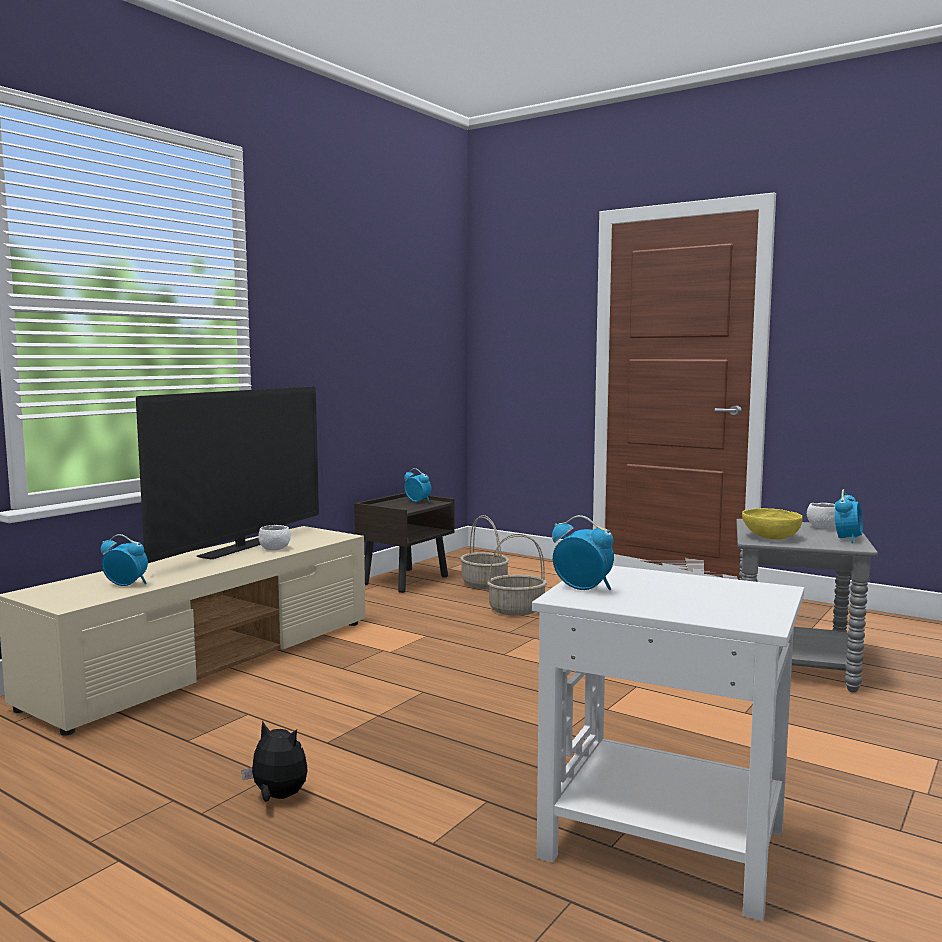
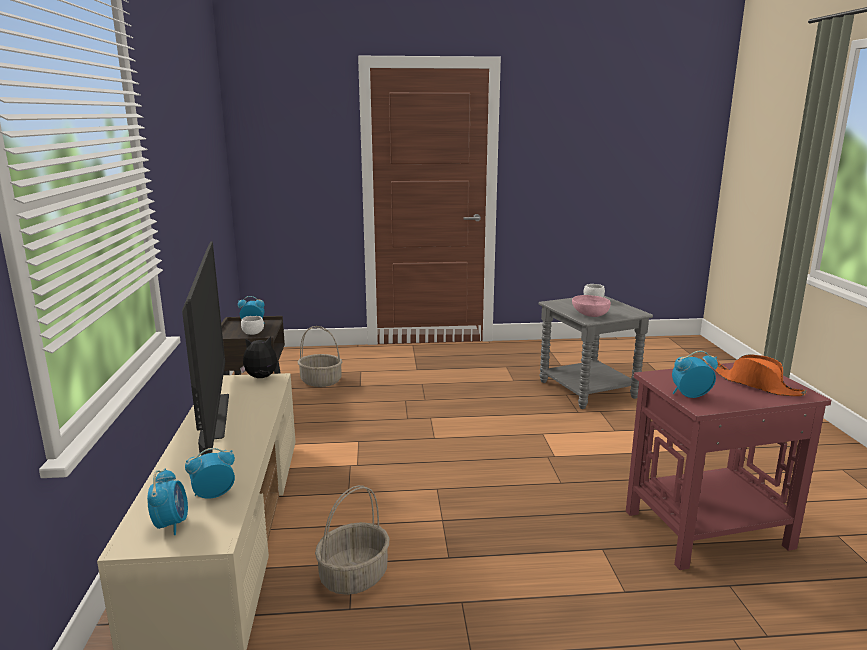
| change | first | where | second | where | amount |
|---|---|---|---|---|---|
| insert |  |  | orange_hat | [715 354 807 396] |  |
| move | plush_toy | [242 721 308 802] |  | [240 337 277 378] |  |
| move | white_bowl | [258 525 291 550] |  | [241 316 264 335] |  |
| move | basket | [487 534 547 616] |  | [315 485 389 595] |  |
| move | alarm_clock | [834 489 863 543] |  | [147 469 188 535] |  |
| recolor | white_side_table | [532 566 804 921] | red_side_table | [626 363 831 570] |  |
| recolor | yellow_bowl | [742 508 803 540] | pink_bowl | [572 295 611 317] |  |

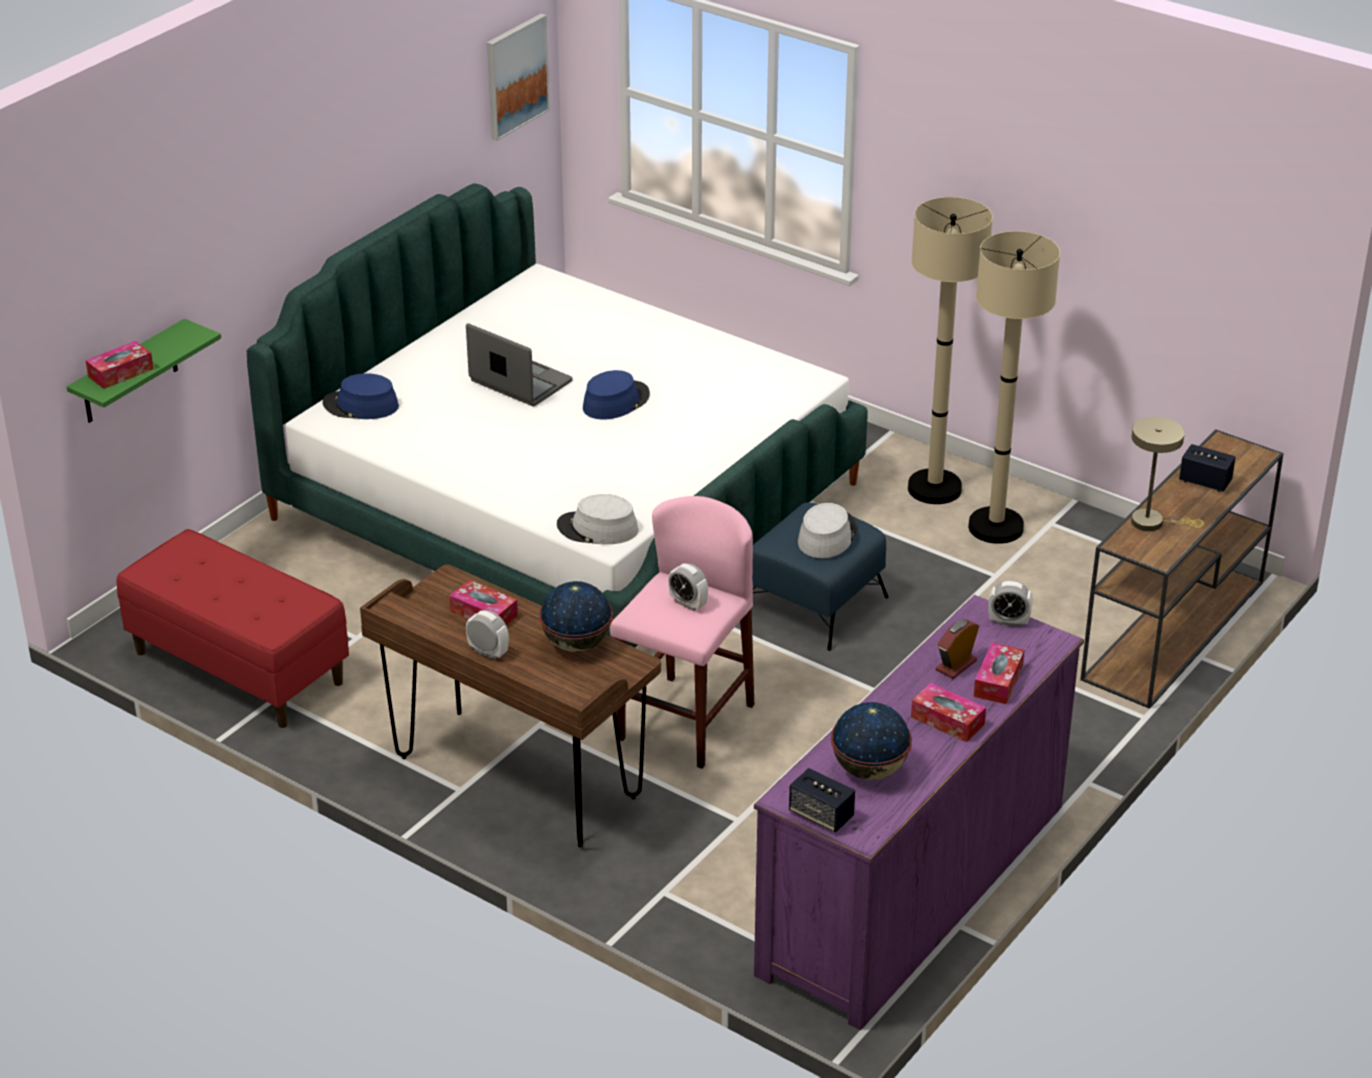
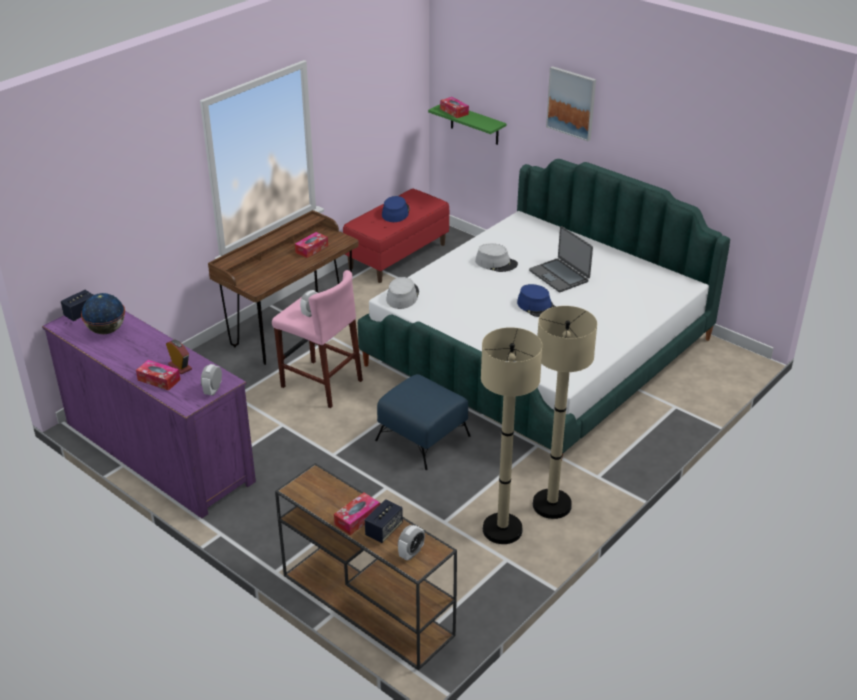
| change | first | where | second | where | amount |
|---|---|---|---|---|---|
| delete | globe | [539 581 613 652] |  |  |  |
| delete | beige_table_lamp | [1131 417 1204 531] |  |  |  |
| move | blue_hat | [322 373 399 419] |  | [382 196 410 222] |  |
| move | alarm_clock | [466 610 509 660] |  | [398 525 425 561] |  |
| move | picture | [487 14 550 141] |  | [546 66 596 141] |  |
| move | grey_hat | [798 503 857 558] |  | [475 243 518 272] |  |
| move | tissue_box | [911 683 986 742] |  | [334 492 380 535] |  |
| rotate | laptop | [466 323 572 406] |  | [529 226 593 292] | 105 degrees clockwise |

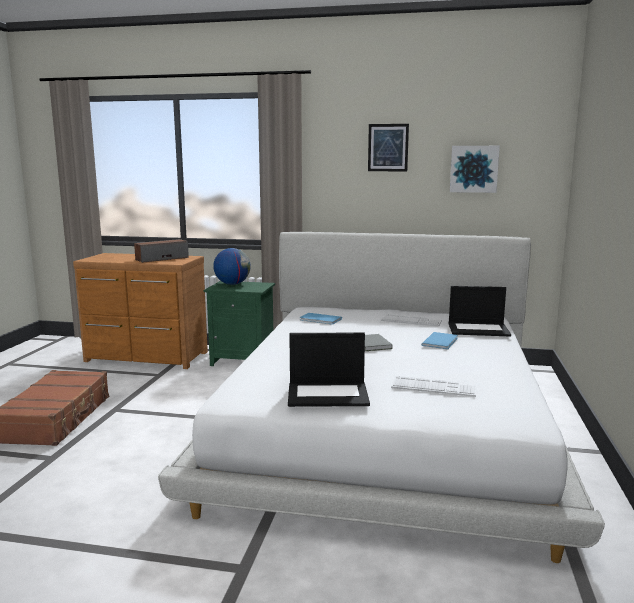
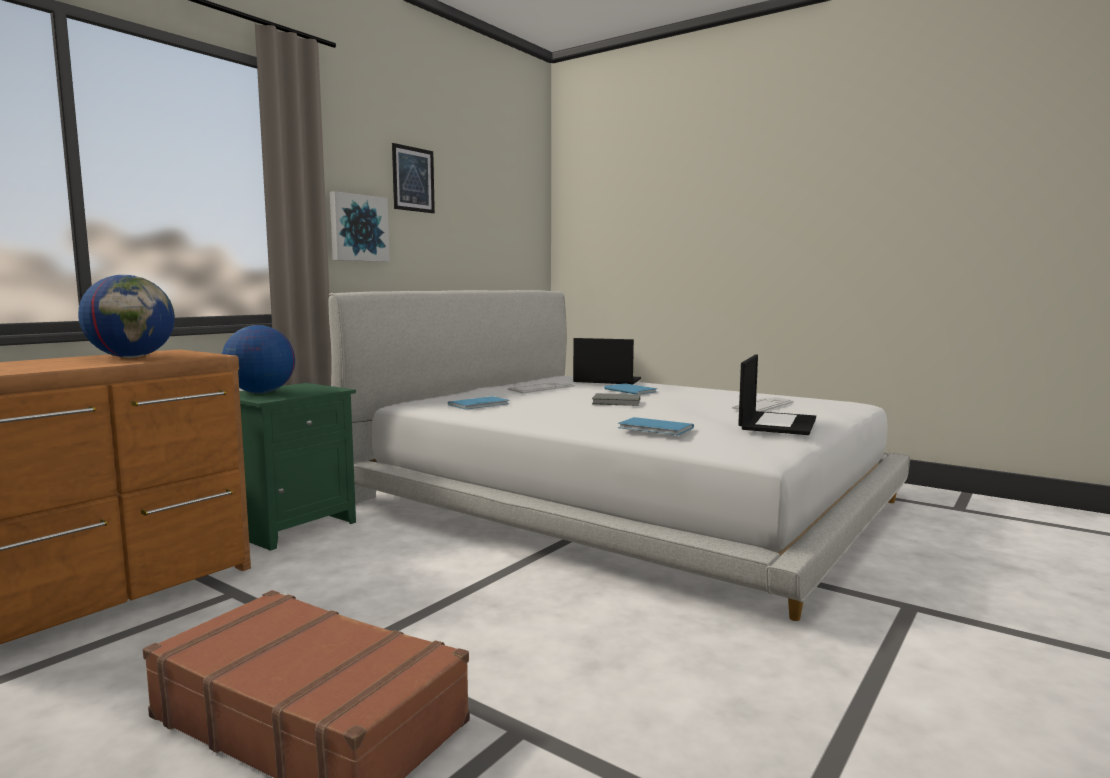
| change | first | where | second | where | amount |
|---|---|---|---|---|---|
| insert |  |  | blue_book | [618 417 694 435] |  |
| move | picture | [450 146 500 193] |  | [330 191 390 262] |  |
| replace | speaker | [134 239 189 263] | globe | [78 275 175 358] |  |
| rotate | laptop | [448 286 511 337] |  | [573 338 641 385] | 105 degrees counterclockwise |

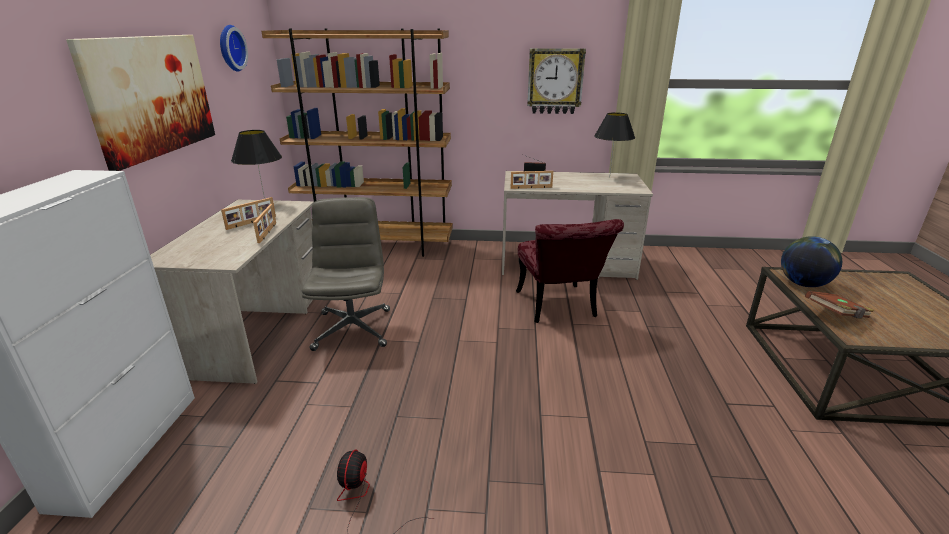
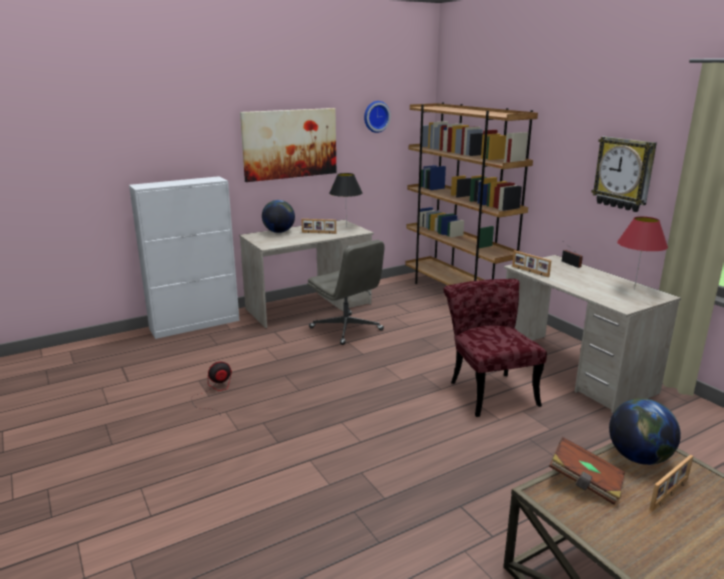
| change | first | where | second | where | amount |
|---|---|---|---|---|---|
| insert |  |  | globe | [262 200 295 233] |  |
| move | picture_frame | [253 204 276 243] |  | [650 454 693 511] |  |
| recolor | black_table_lamp | [594 112 635 178] | red_table_lamp | [617 216 668 290] |  |
| rotate | grey_office_chair | [302 197 390 351] |  | [307 240 384 345] | 90 degrees clockwise |
| rotate | red_chair | [516 219 624 323] |  | [443 279 547 417] | 120 degrees clockwise |

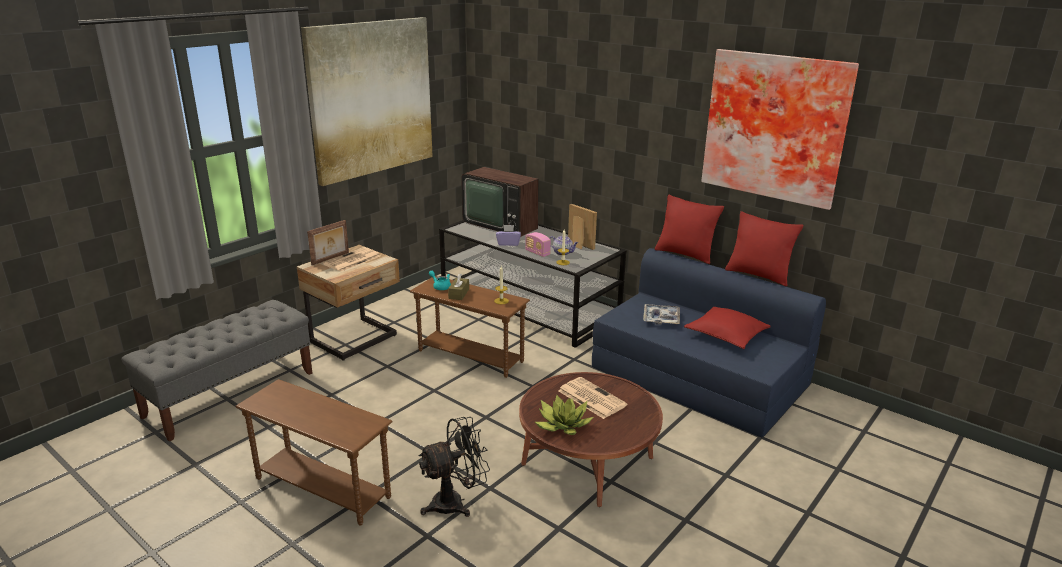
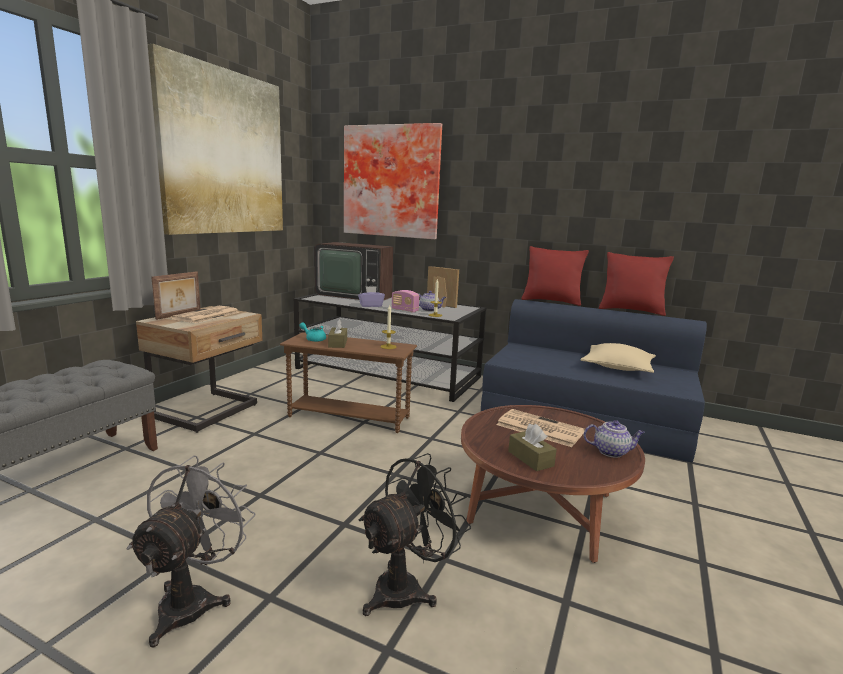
| change | first | where | second | where | amount |
|---|---|---|---|---|---|
| delete | tray | [643 304 680 325] |  |  |  |
| insert |  |  | teapot | [584 420 645 458] |  |
| move | picture | [701 49 859 210] |  | [344 123 442 239] |  |
| replace | brown_side_table | [236 379 393 526] | grey_fan | [126 455 255 647] |  |
| replace | potted_plant | [535 395 594 435] | brown_tissue_box | [508 424 557 471] |  |
| recolor | red_pillow | [684 307 771 349] | beige_pillow | [581 343 656 373] |  |

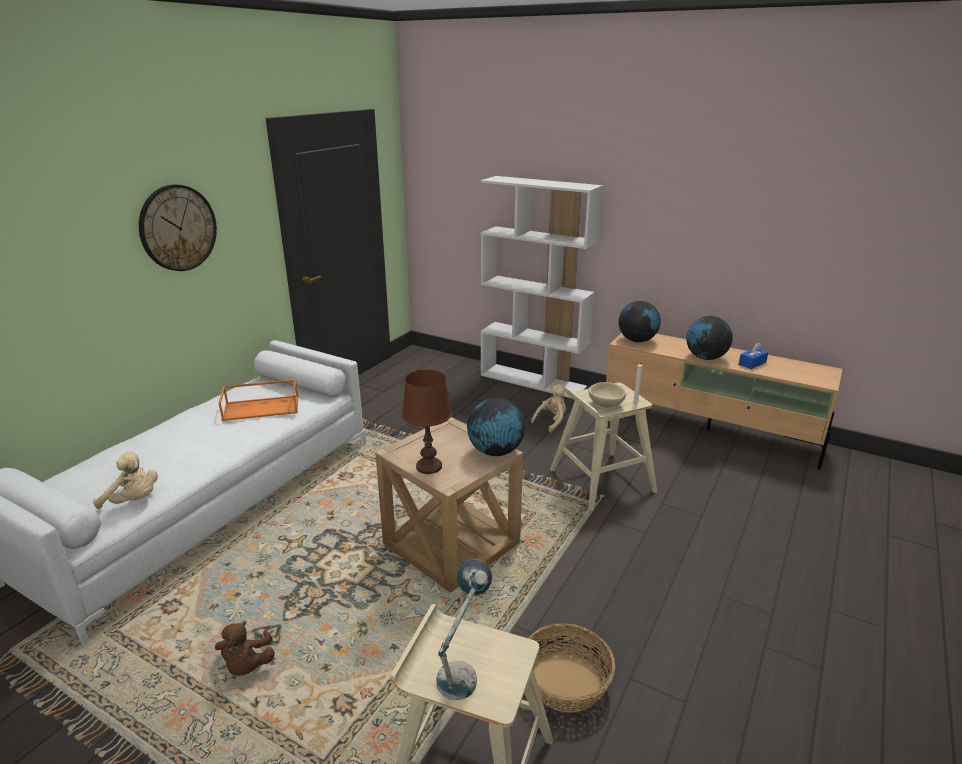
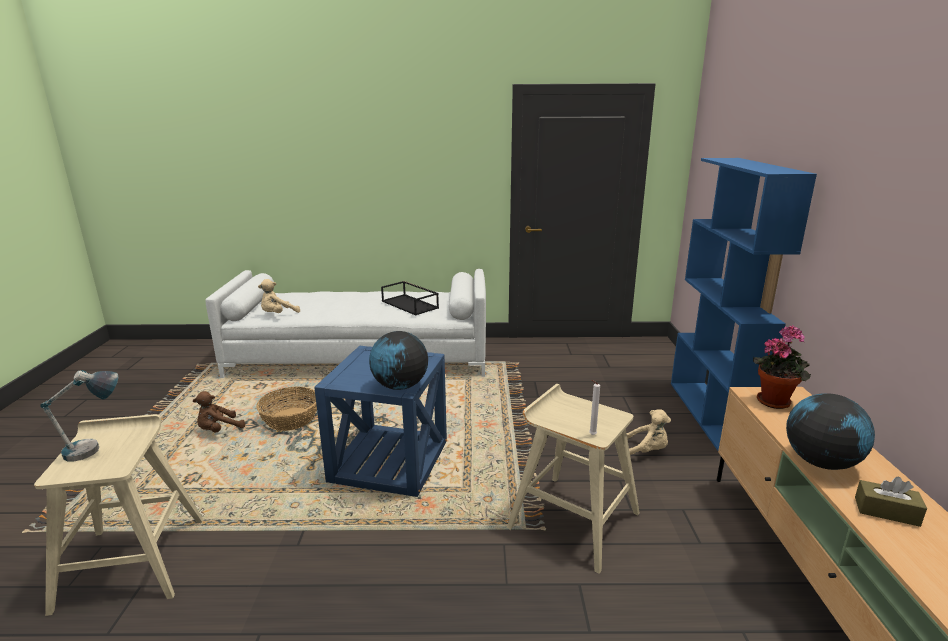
| change | first | where | second | where | amount |
|---|---|---|---|---|---|
| delete | wall_clock | [139 184 217 271] |  |  |  |
| delete | brown_table_lamp | [402 370 452 474] |  |  |  |
| delete | beige_bowl | [589 382 626 408] |  |  |  |
| move | basket | [528 623 615 713] |  | [256 387 317 431] |  |
| replace | globe | [618 301 661 342] | potted_plant | [753 325 811 409] |  |
| recolor | orange_tray | [218 379 299 421] | black_tray | [381 281 439 315] |  |
| recolor | beige_side_table | [375 417 523 593] | blue_side_table | [314 346 447 497] |  |
| recolor | white_bookcase | [481 176 603 399] | blue_bookcase | [671 158 817 451] |  |
| recolor | blue_tissue_box | [739 343 768 369] | brown_tissue_box | [855 477 927 527] |  |
| rotate | beige_plush_toy | [93 452 158 509] |  | [258 279 300 313] | 60 degrees clockwise |

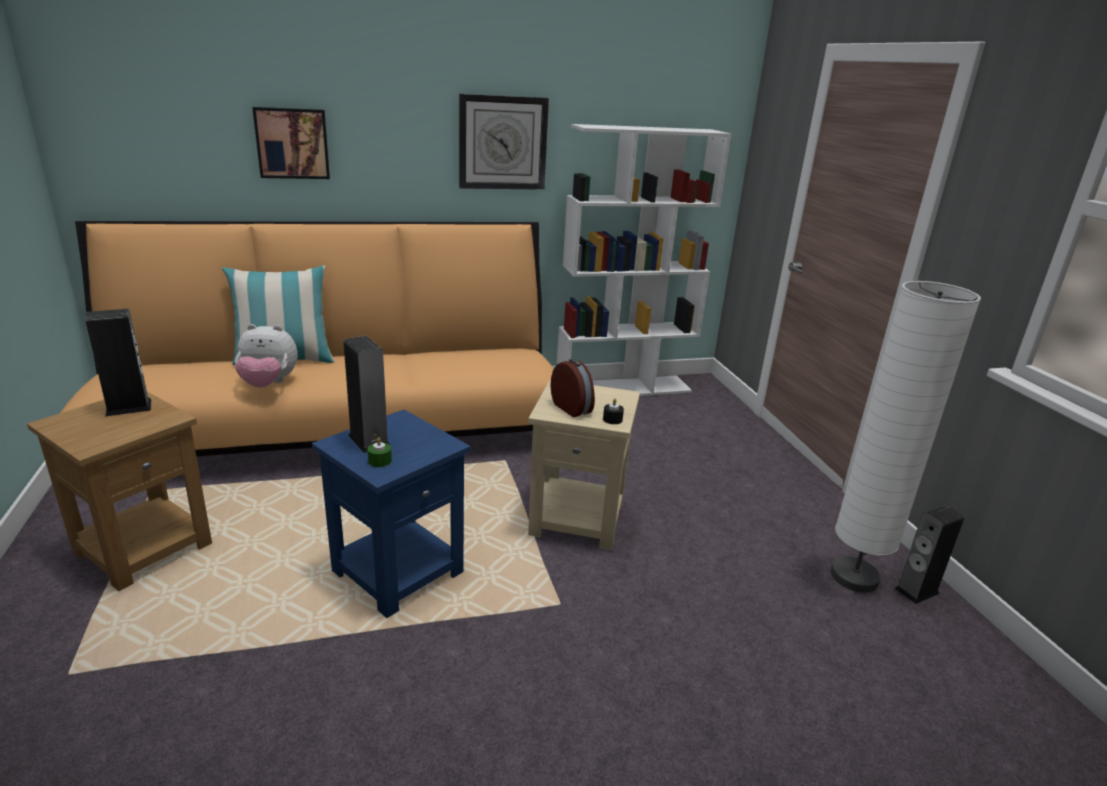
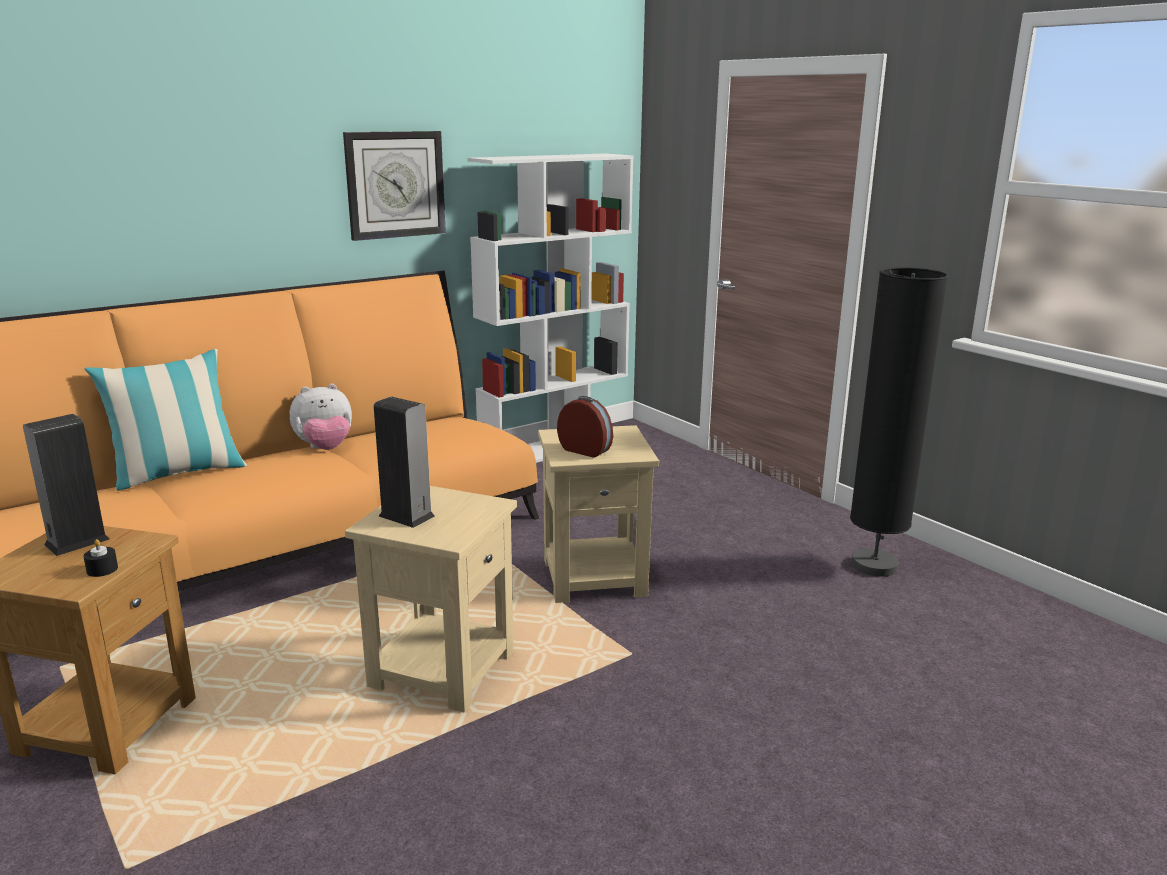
| change | first | where | second | where | amount |
|---|---|---|---|---|---|
| delete | picture | [252 107 330 179] |  |  |  |
| delete | green_candle | [367 437 392 467] |  |  |  |
| delete | speaker | [894 506 964 604] |  |  |  |
| move | plush_toy | [235 324 298 388] |  | [290 384 352 450] |  |
| move | black_candle | [603 398 624 424] |  | [83 539 118 577] |  |
| recolor | blue_side_table | [312 410 470 618] | beige_side_table | [345 486 517 712] |  |
| recolor | white_floor_lamp | [831 281 981 592] | black_floor_lamp | [850 267 948 577] |  |

